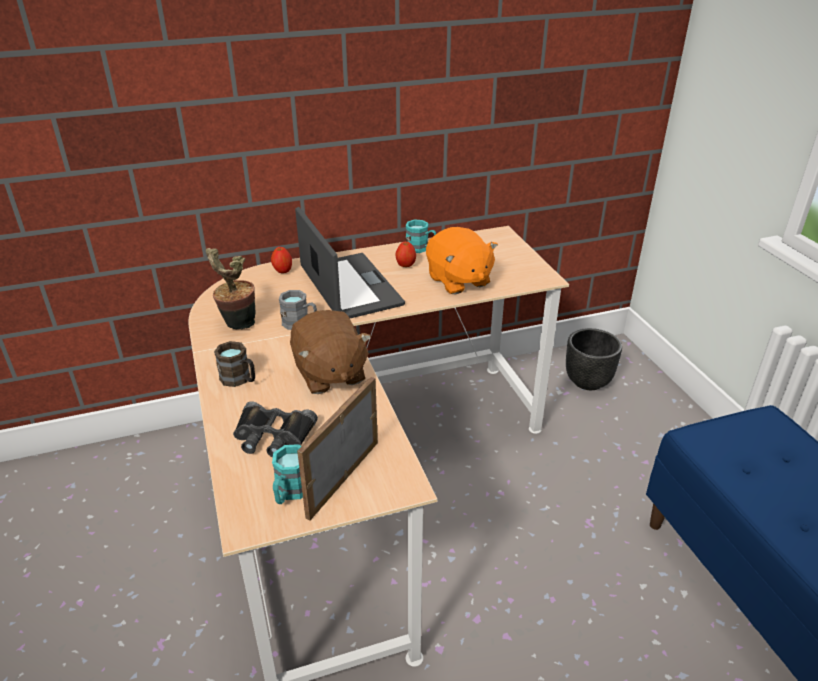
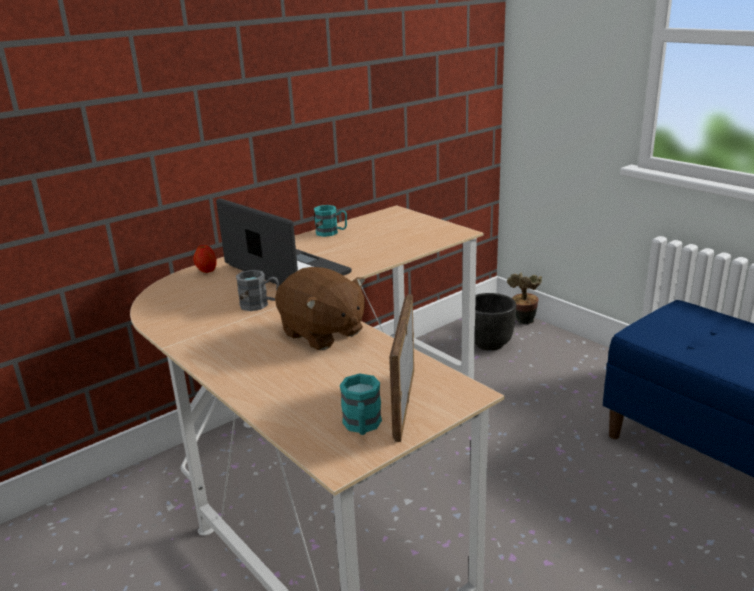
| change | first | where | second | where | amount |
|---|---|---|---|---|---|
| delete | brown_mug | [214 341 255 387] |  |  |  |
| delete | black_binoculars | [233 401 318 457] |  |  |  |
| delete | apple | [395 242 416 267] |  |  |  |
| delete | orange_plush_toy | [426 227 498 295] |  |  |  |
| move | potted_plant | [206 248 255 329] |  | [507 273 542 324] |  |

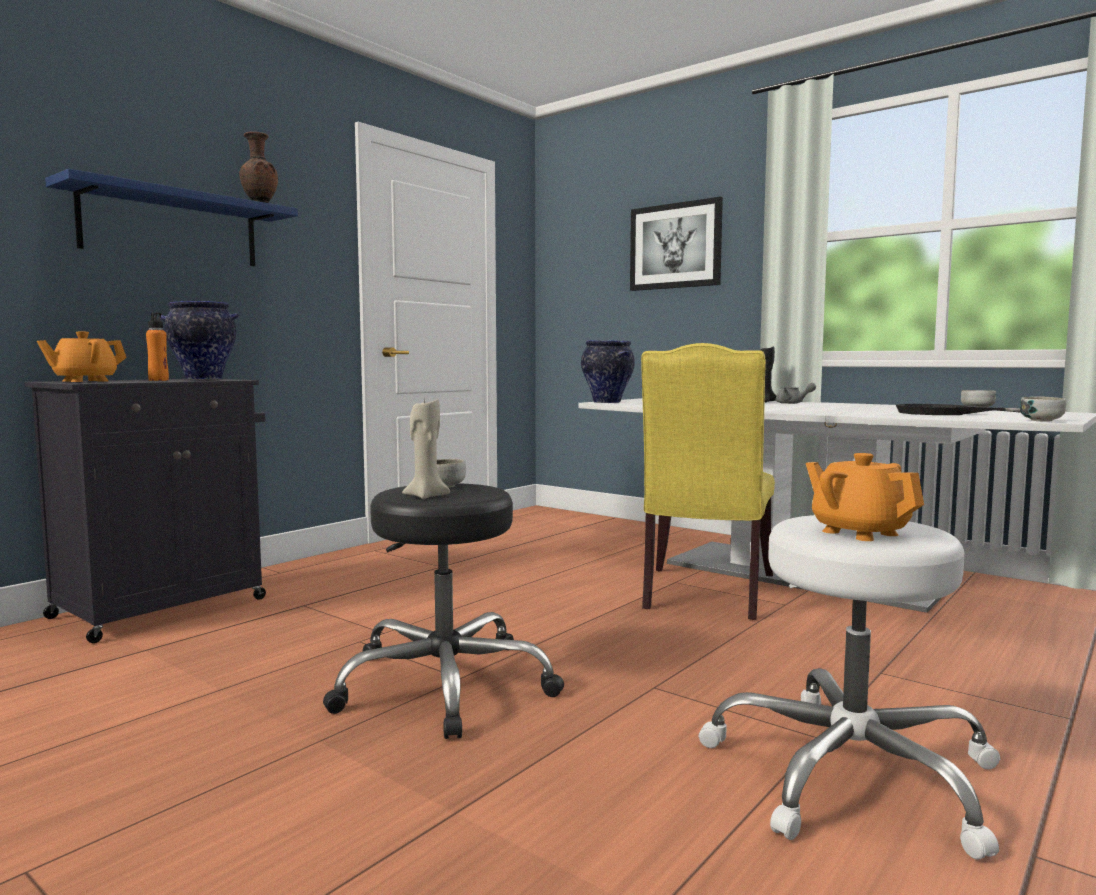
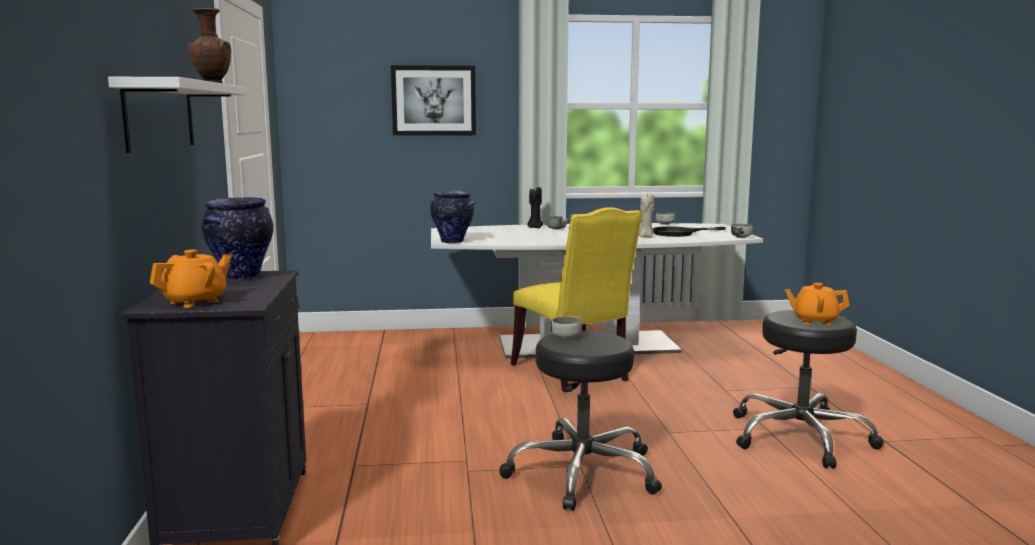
| change | first | where | second | where | amount |
|---|---|---|---|---|---|
| delete | orange_bottle | [146 312 169 381] |  |  |  |
| move | beige_candle | [402 398 450 499] |  | [639 193 654 238] |  |
| recolor | blue_shelf | [45 169 298 266] | white_shelf | [108 77 247 153] |  |
| recolor | white_stool | [699 515 1000 860] | black_stool | [733 310 884 468] |  |
| rotate | orange_teapot | [37 331 127 382] |  | [150 250 231 308] | 135 degrees counterclockwise |

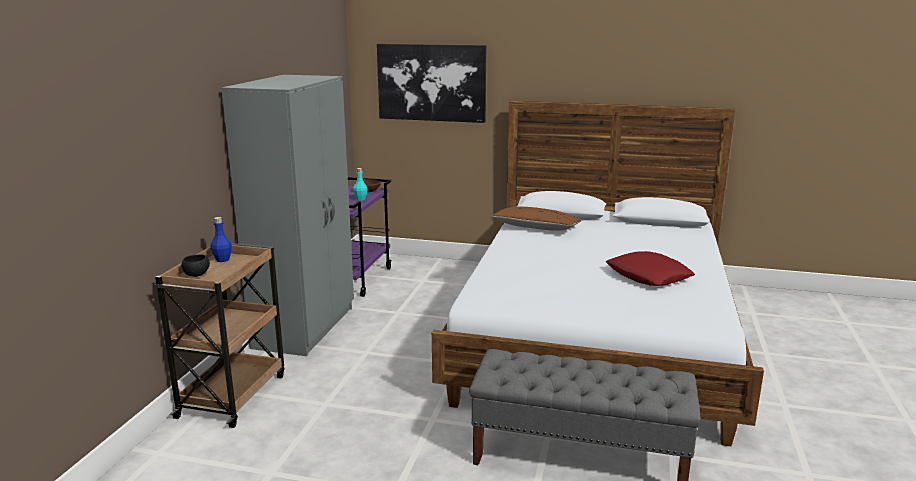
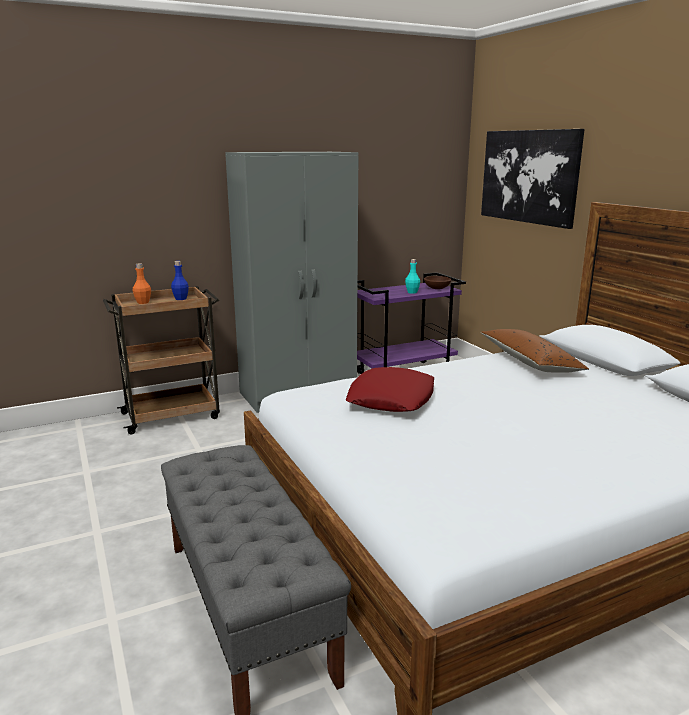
| change | first | where | second | where | amount |
|---|---|---|---|---|---|
| move | red_pillow | [605 251 695 286] |  | [346 367 434 412] |  |
| replace | black_bowl | [181 255 210 277] | orange_bottle | [133 263 151 304] |  |

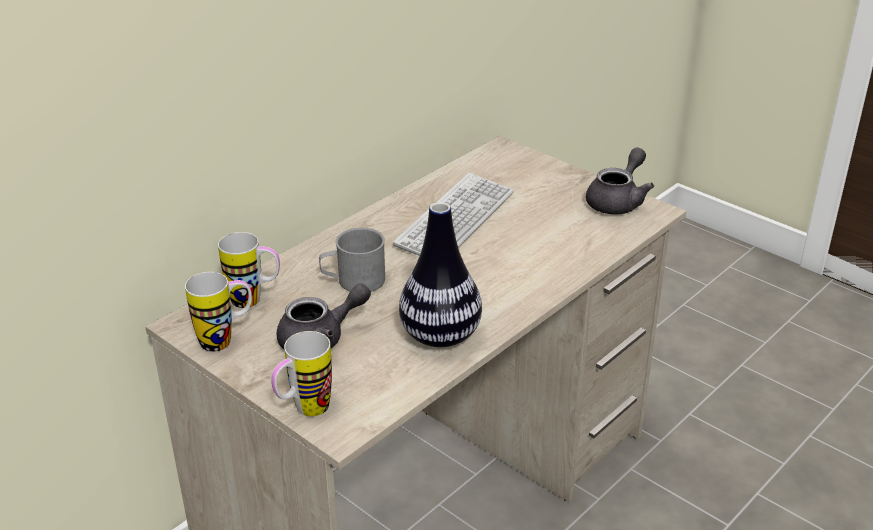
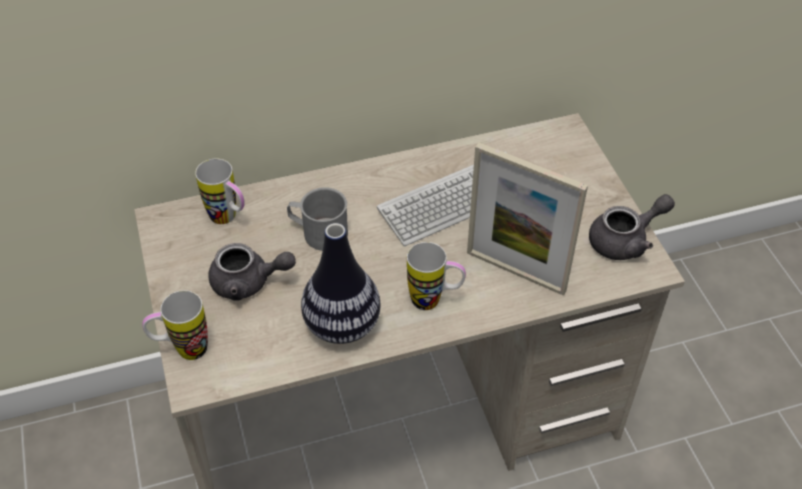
| change | first | where | second | where | amount |
|---|---|---|---|---|---|
| insert |  |  | picture_frame | [467 142 588 296] |  |
| move | mug | [185 272 252 352] |  | [407 242 466 310] |  |

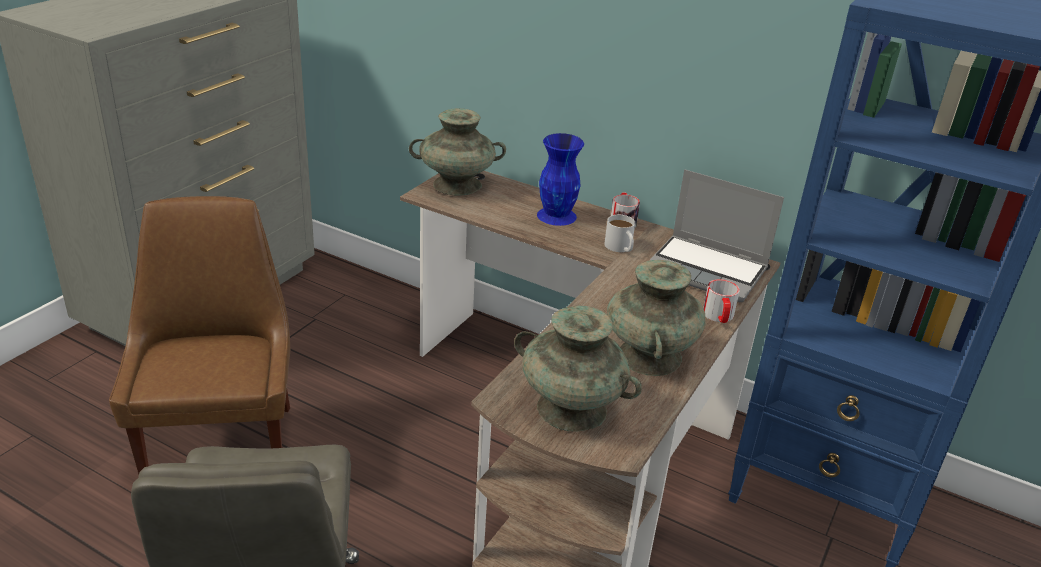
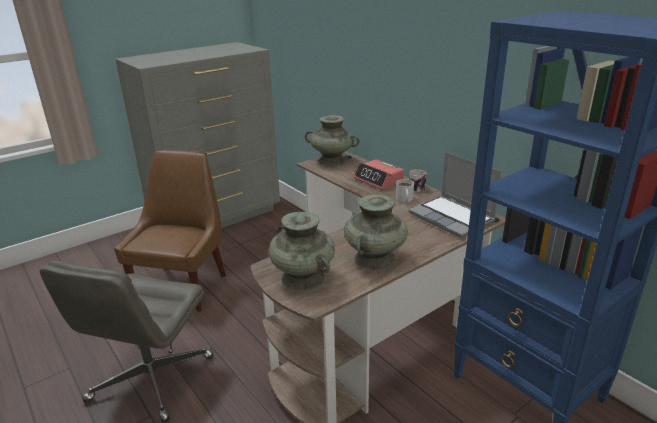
| change | first | where | second | where | amount |
|---|---|---|---|---|---|
| delete | mug | [703 279 740 323] |  |  |  |
| replace | blue_vase | [537 133 584 226] | alarm_clock | [354 159 404 190] |  |

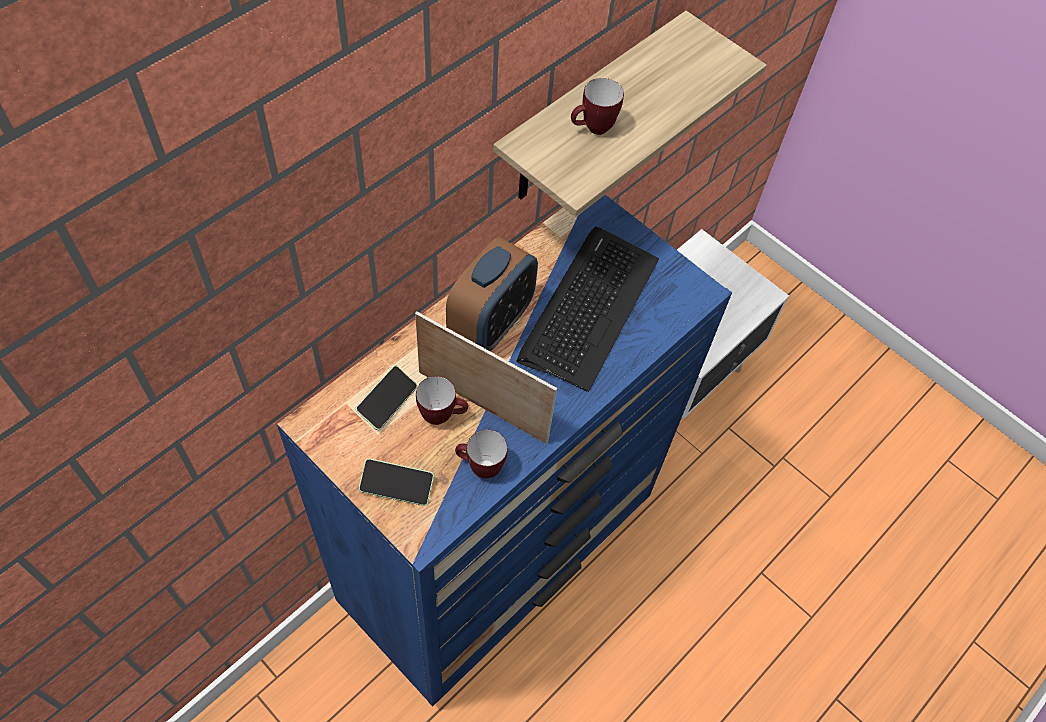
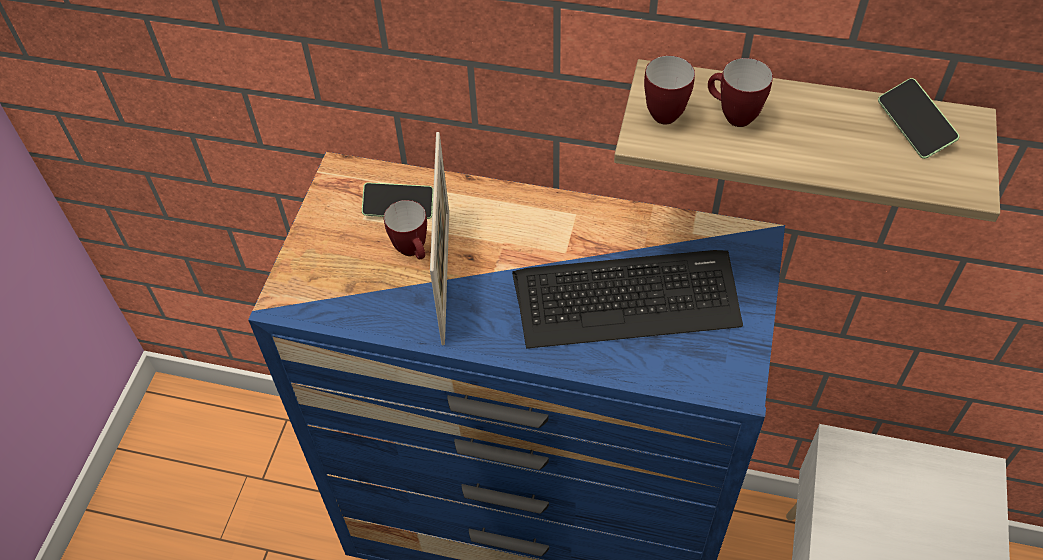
| change | first | where | second | where | amount |
|---|---|---|---|---|---|
| delete | alarm_clock | [446 237 538 351] |  |  |  |
| move | phone | [359 458 434 506] |  | [878 78 959 159] |  |
| move | mug | [455 430 508 478] |  | [644 56 695 125] |  |

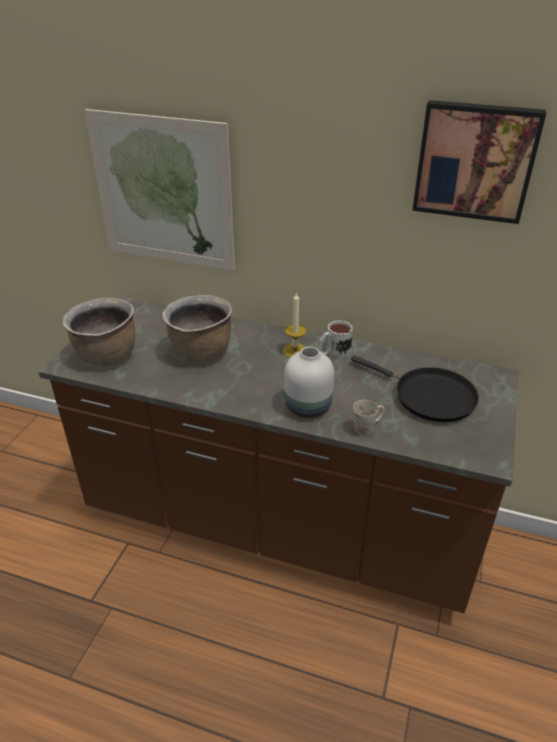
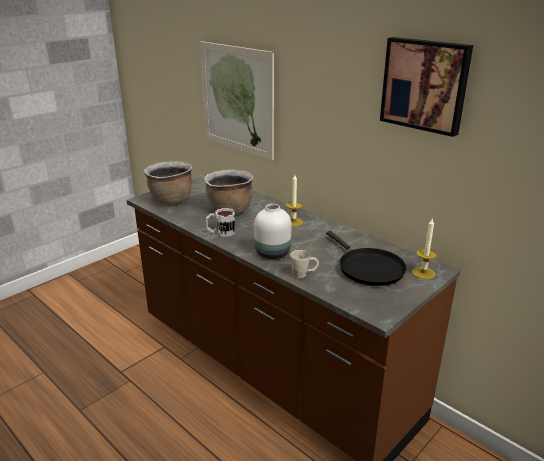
| change | first | where | second | where | amount |
|---|---|---|---|---|---|
| insert |  |  | candle | [412 219 437 279] |  |
| move | mug | [319 320 353 358] |  | [206 208 235 237] |  |

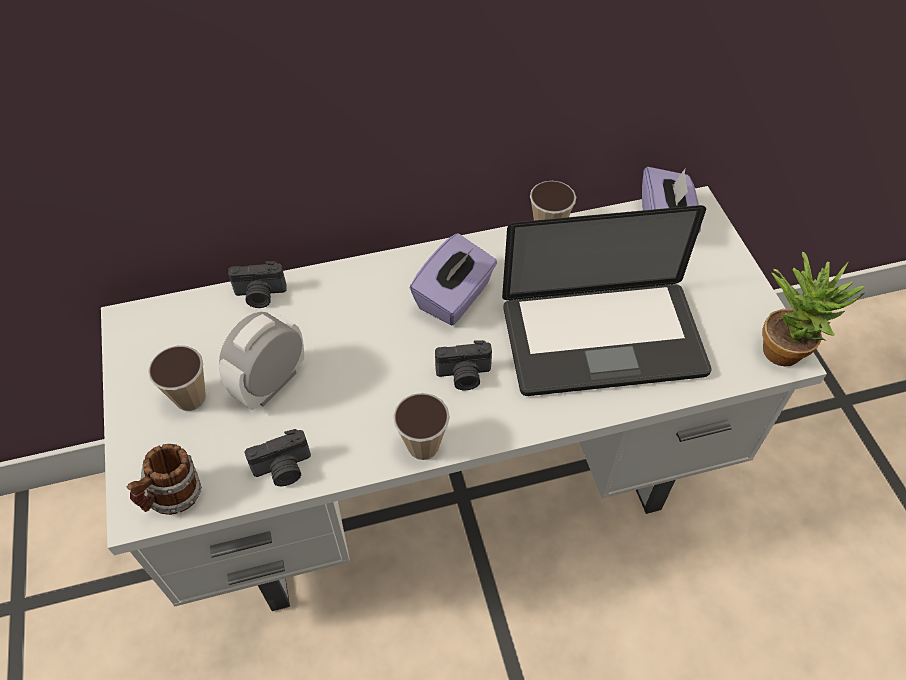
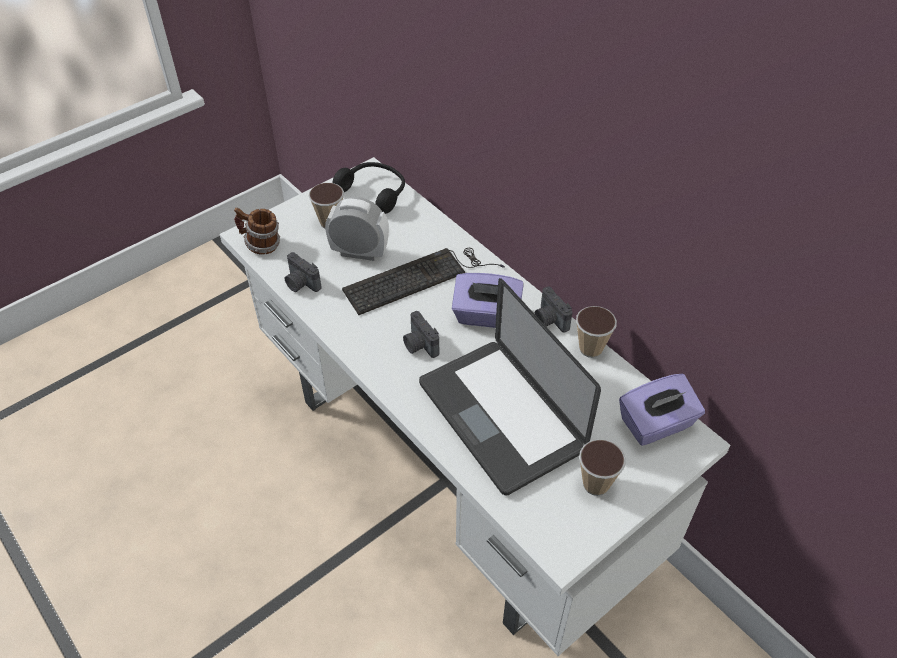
| change | first | where | second | where | amount |
|---|---|---|---|---|---|
| delete | potted_plant | [762 251 865 366] |  |  |  |
| insert |  |  | black_headphones | [332 162 405 214] |  |
| insert |  |  | keyboard | [342 248 505 315] |  |
| move | photo_camera | [228 261 287 308] |  | [535 286 572 333] |  |
| move | cup | [393 393 450 460] |  | [579 439 626 496] |  |

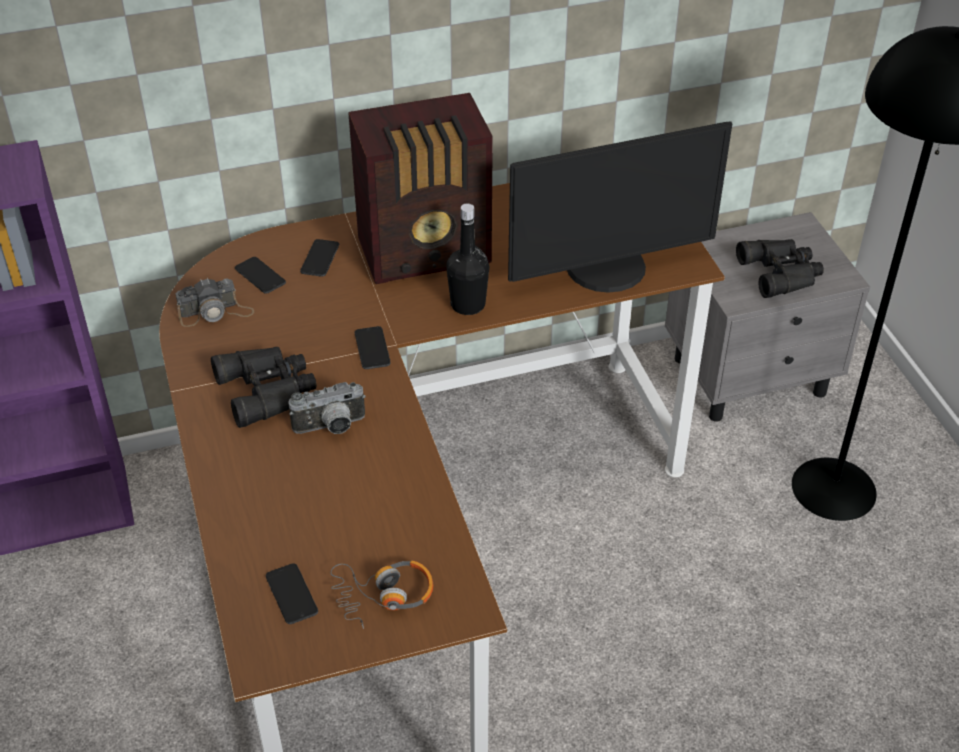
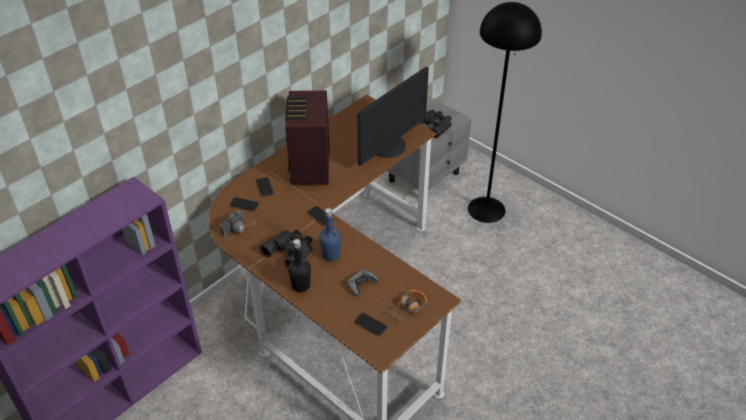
| change | first | where | second | where | amount |
|---|---|---|---|---|---|
| insert |  |  | grey_game_controller | [347 270 378 296] |  |
| move | black_bottle | [446 203 489 315] |  | [288 239 311 292] |  |
| replace | photo_camera | [288 382 366 434] | blue_bottle | [319 208 341 261] |  |
| rotate | radio | [348 93 493 284] |  | [285 90 330 185] | 135 degrees clockwise |

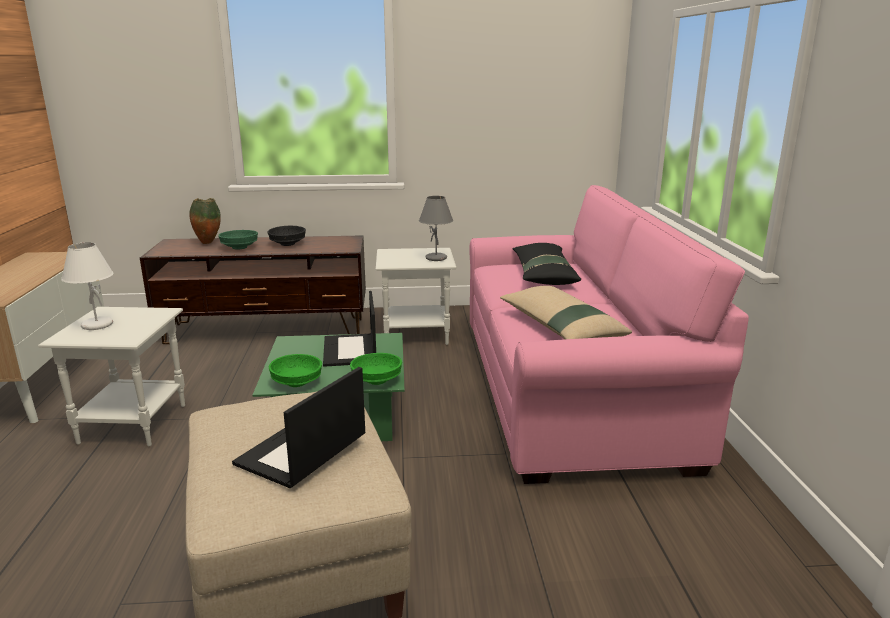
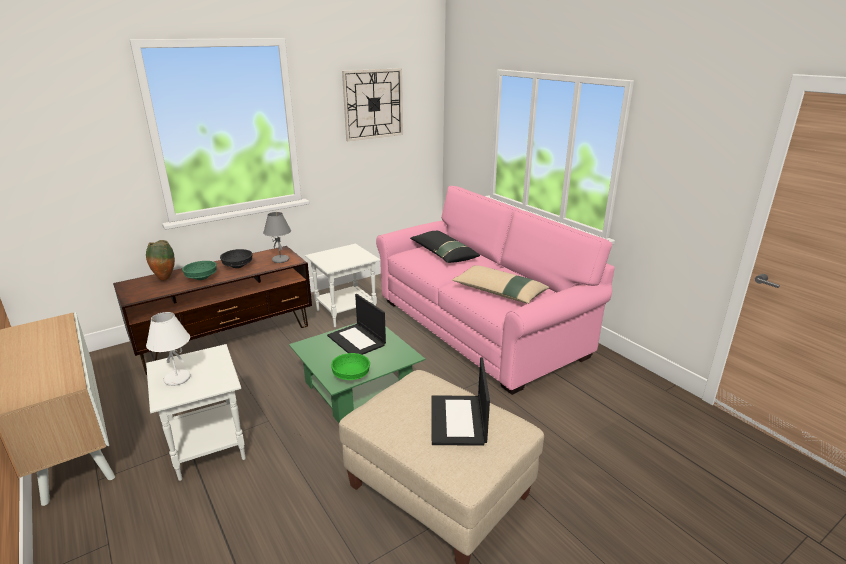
| change | first | where | second | where | amount |
|---|---|---|---|---|---|
| delete | green_bowl | [350 353 402 385] |  |  |  |
| insert |  |  | wall_clock | [342 68 403 141] |  |
| move | grey_table_lamp | [419 196 453 261] |  | [263 212 291 263] |  |

